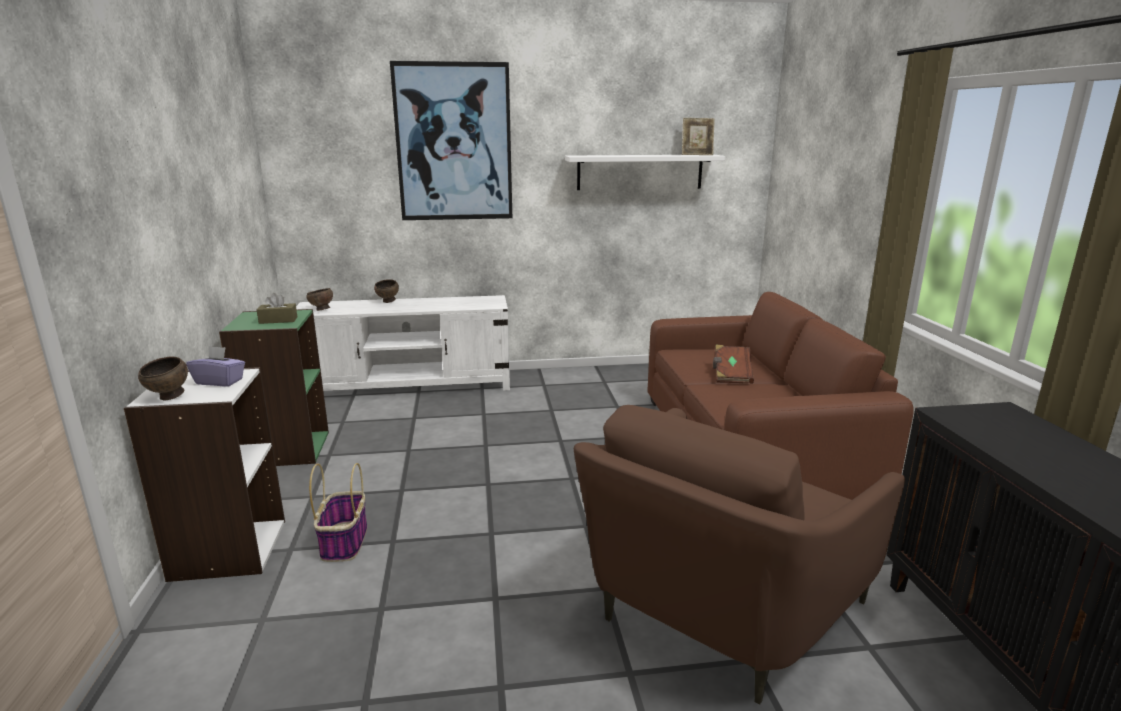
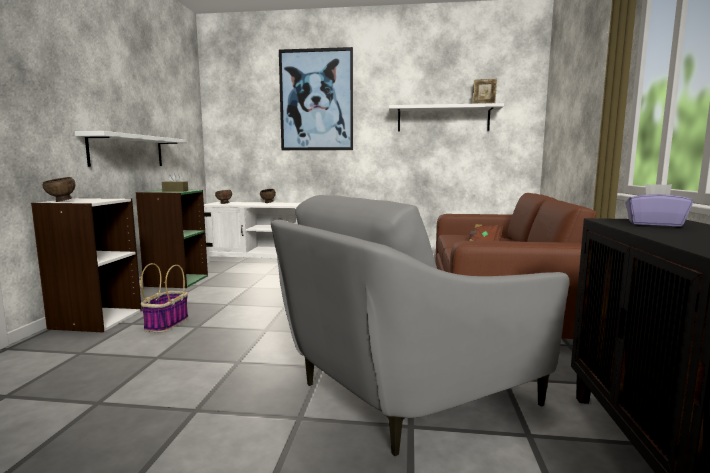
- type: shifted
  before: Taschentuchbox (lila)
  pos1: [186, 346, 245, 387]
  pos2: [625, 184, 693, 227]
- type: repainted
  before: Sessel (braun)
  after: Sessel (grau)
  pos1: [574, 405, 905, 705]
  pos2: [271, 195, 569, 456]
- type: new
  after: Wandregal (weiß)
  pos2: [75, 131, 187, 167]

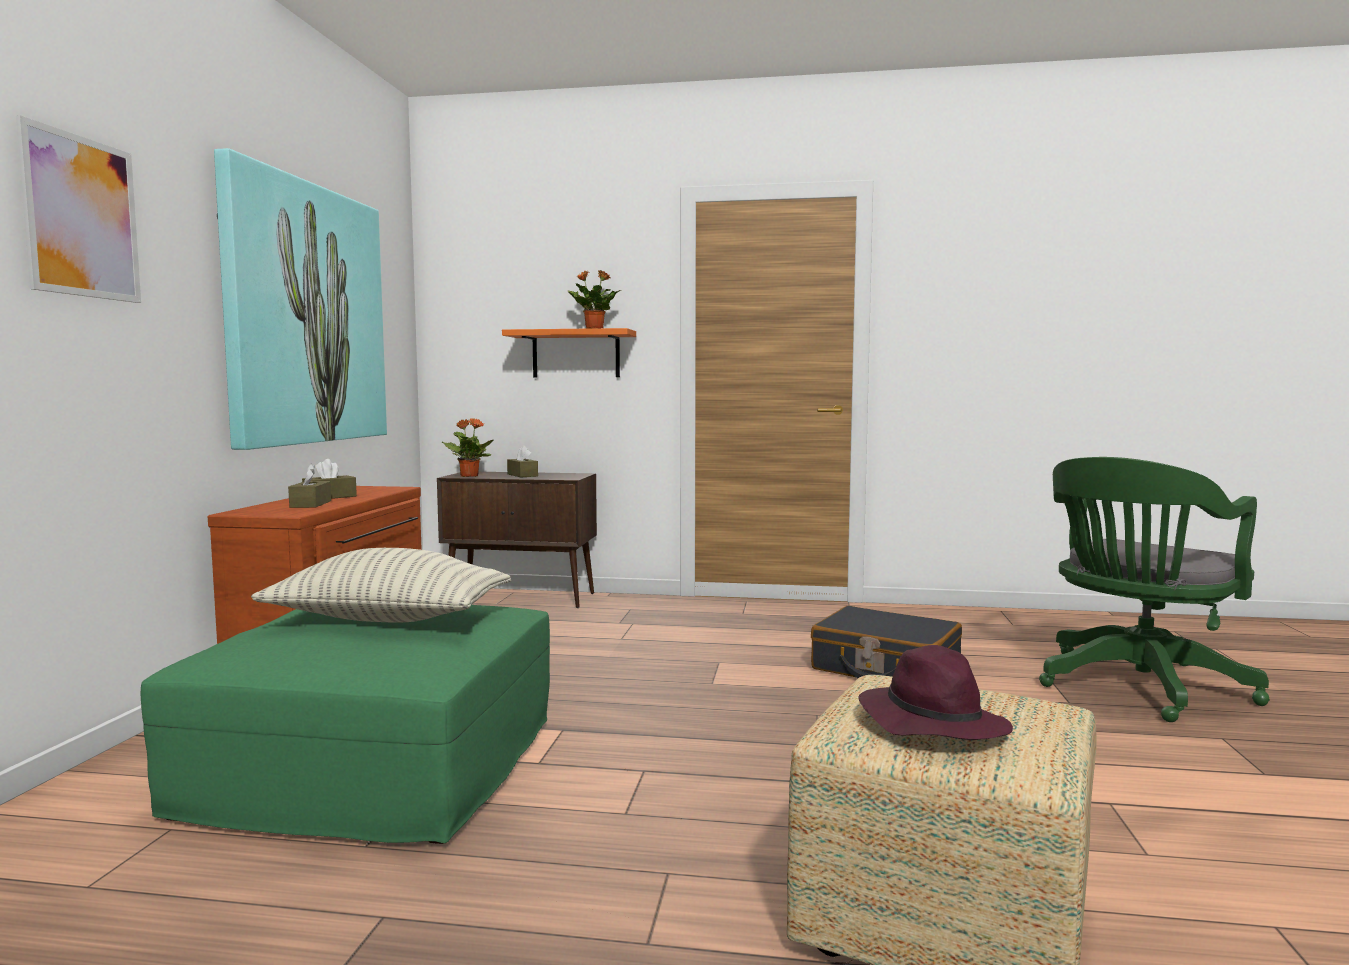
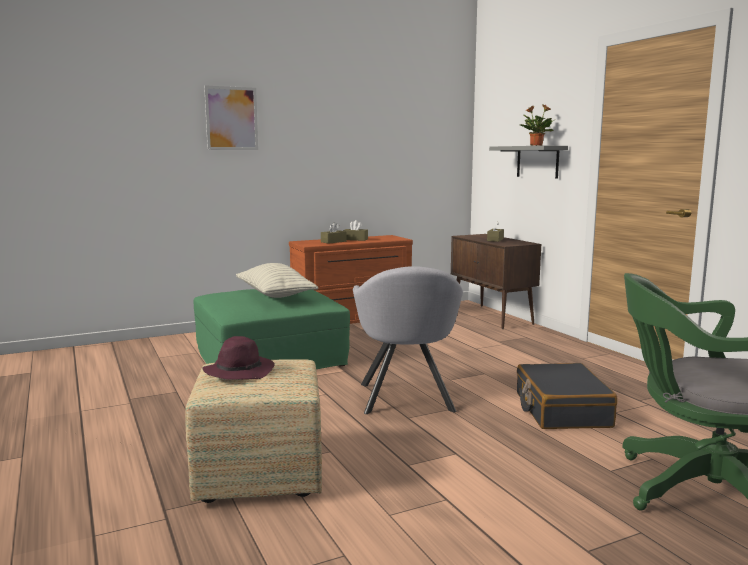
- type: gone
  before: Bild
  pos1: [214, 148, 387, 450]
- type: repainted
  before: Wandregal (orange)
  after: Wandregal (grau)
  pos1: [502, 328, 636, 378]
  pos2: [489, 146, 568, 179]
- type: gone
  before: Topfpflanze
  pos1: [442, 418, 493, 477]
- type: new
  after: Sessel (grau)
  pos2: [353, 266, 463, 414]

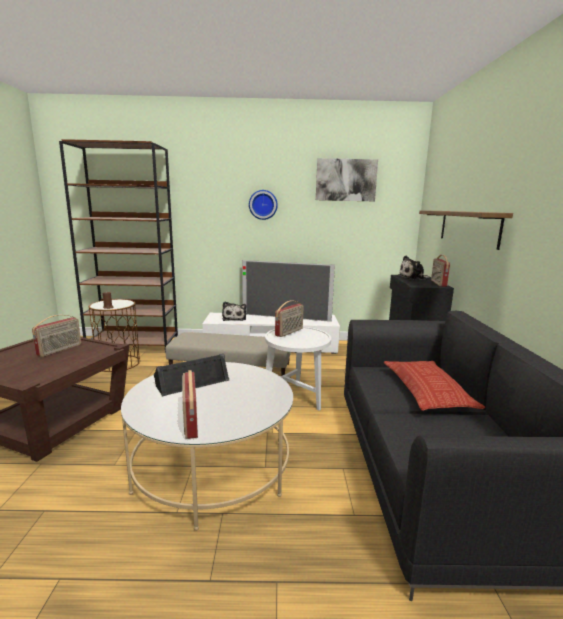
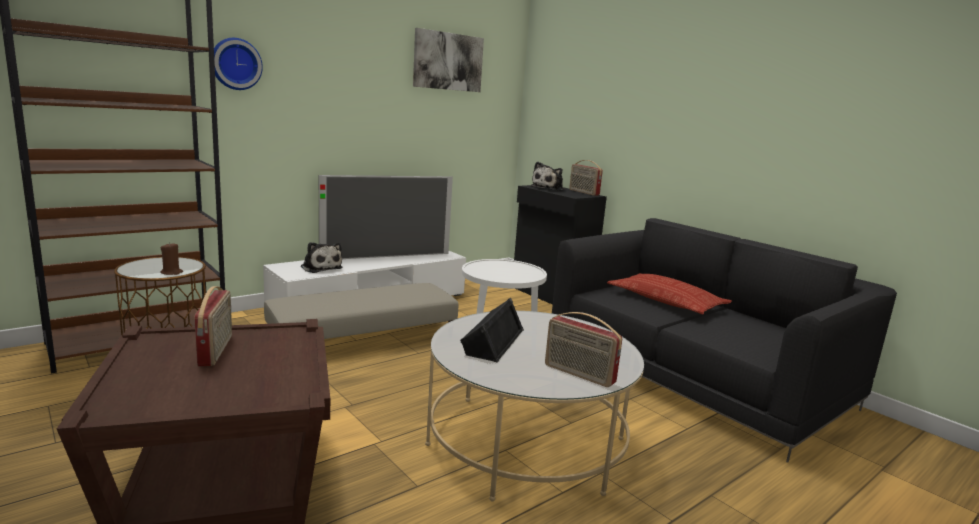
- type: shifted
  before: Wanduhr
  pos1: [249, 190, 278, 220]
  pos2: [214, 38, 263, 90]
- type: gone
  before: Wandregal
  pos1: [419, 210, 513, 250]
- type: gone
  before: Radio
  pos1: [275, 300, 304, 337]

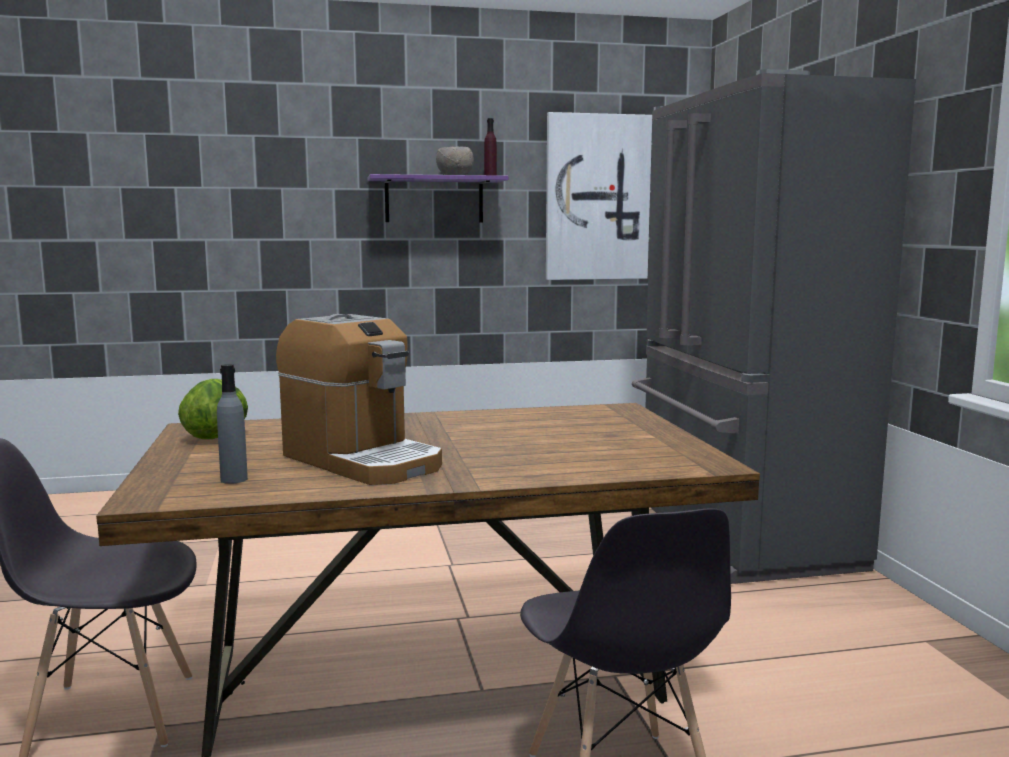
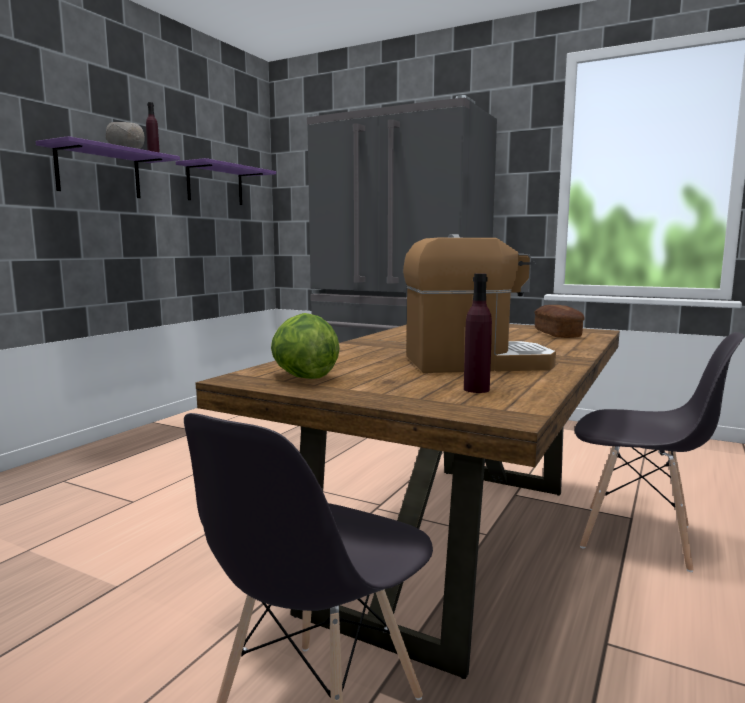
- type: swapped
  before: Bild
  after: Wandregal (lila)
  pos1: [546, 112, 652, 280]
  pos2: [176, 158, 276, 205]
- type: repainted
  before: Flasche (grau)
  after: Flasche (lila)
  pos1: [217, 364, 248, 484]
  pos2: [464, 273, 492, 393]
- type: new
  after: Brot
  pos2: [534, 305, 585, 338]

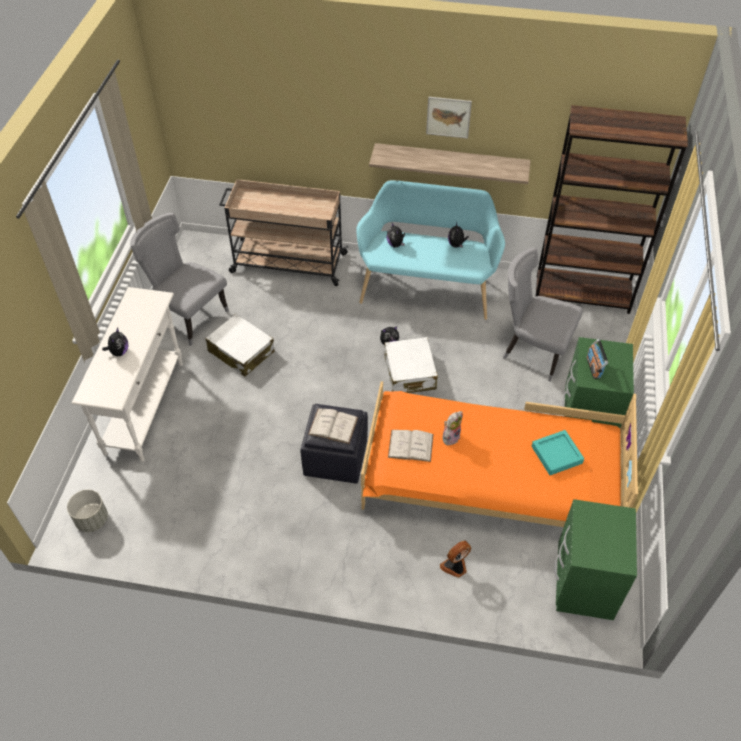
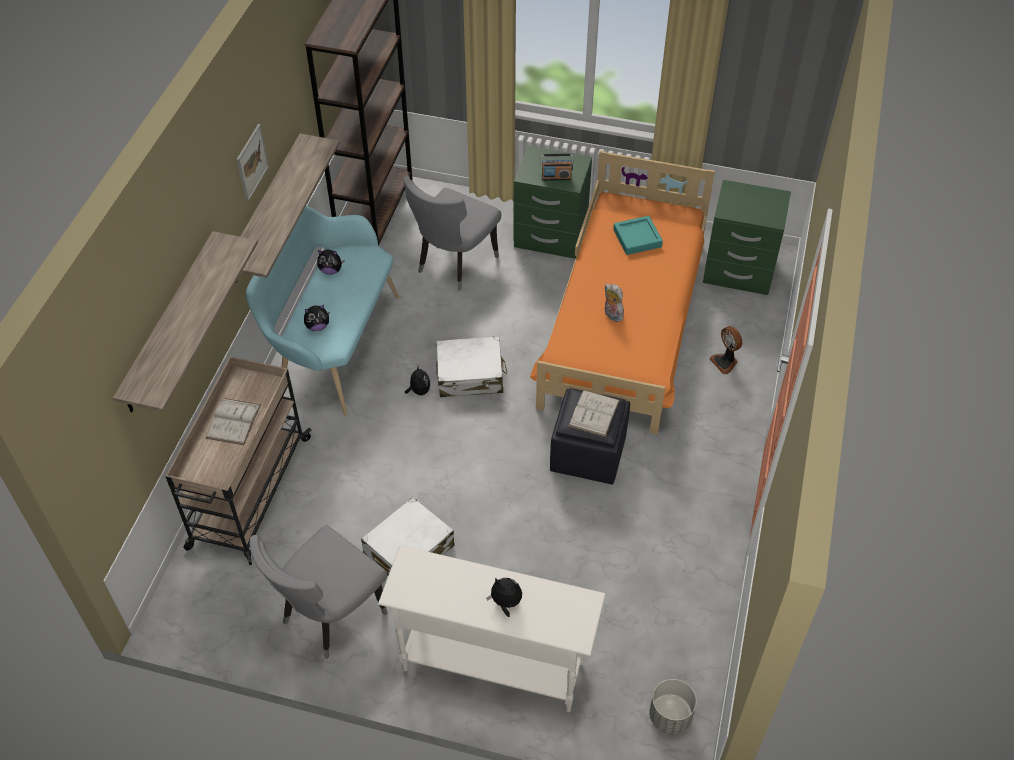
- type: shifted
  before: Buch (weiß)
  pos1: [388, 430, 434, 462]
  pos2: [206, 398, 261, 445]
- type: new
  after: Wandregal
  pos2: [113, 231, 258, 412]

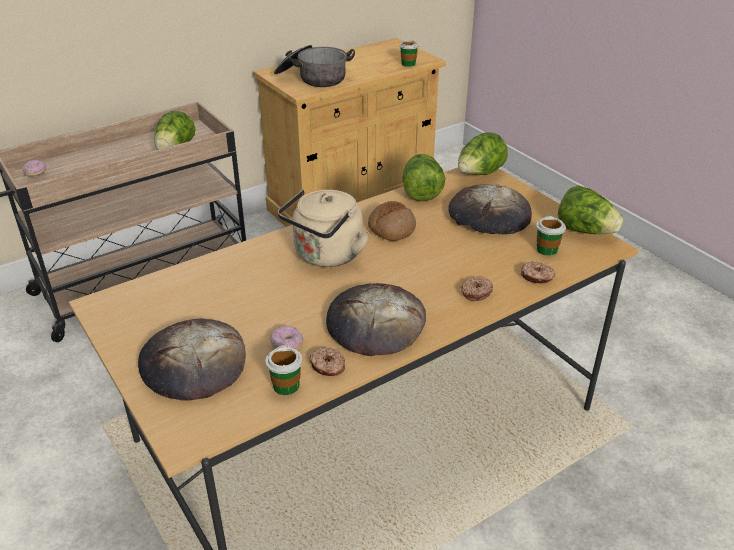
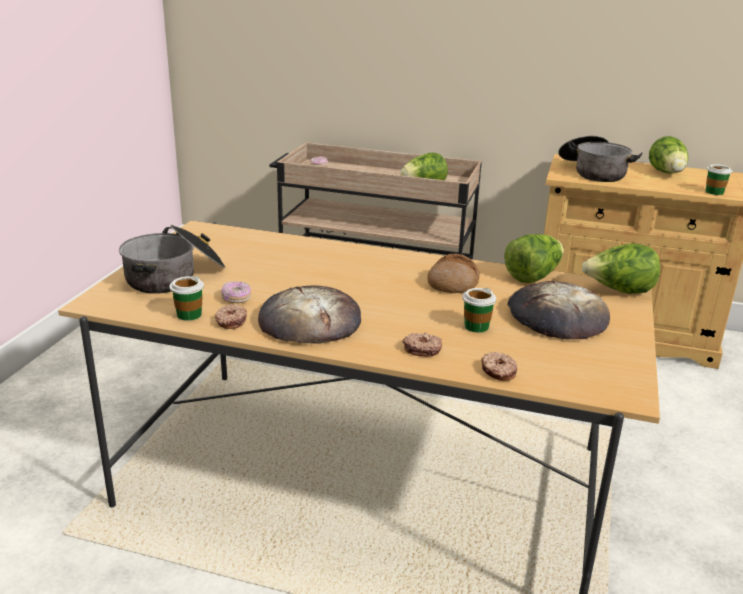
- type: shifted
  before: Salatkopf
  pos1: [558, 185, 623, 234]
  pos2: [649, 136, 688, 174]
- type: gone
  before: Wasserkessel (beige)
  pos1: [278, 189, 369, 267]
- type: shifted
  before: Tasse
  pos1: [536, 216, 566, 256]
  pos2: [462, 288, 496, 333]
- type: swapped
  before: Brot
  after: Kochtopf
  pos1: [138, 318, 246, 401]
  pos2: [119, 225, 225, 294]

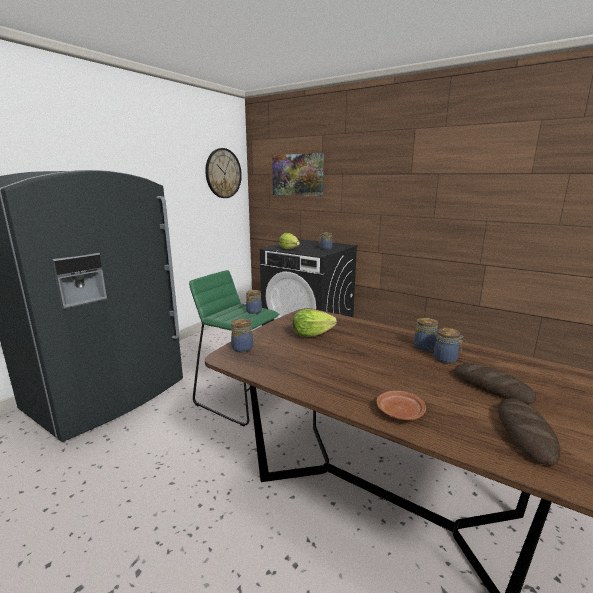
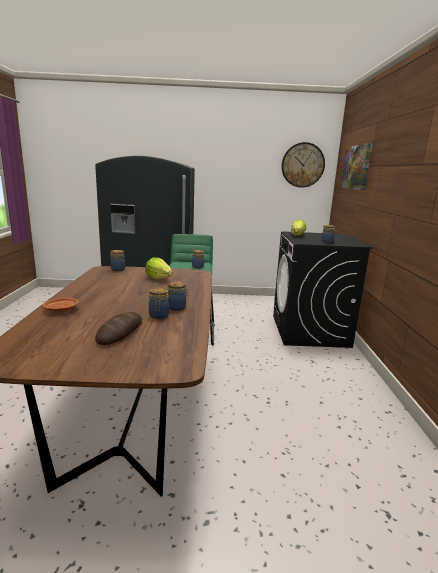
- type: gone
  before: Brot
  pos1: [498, 398, 561, 465]

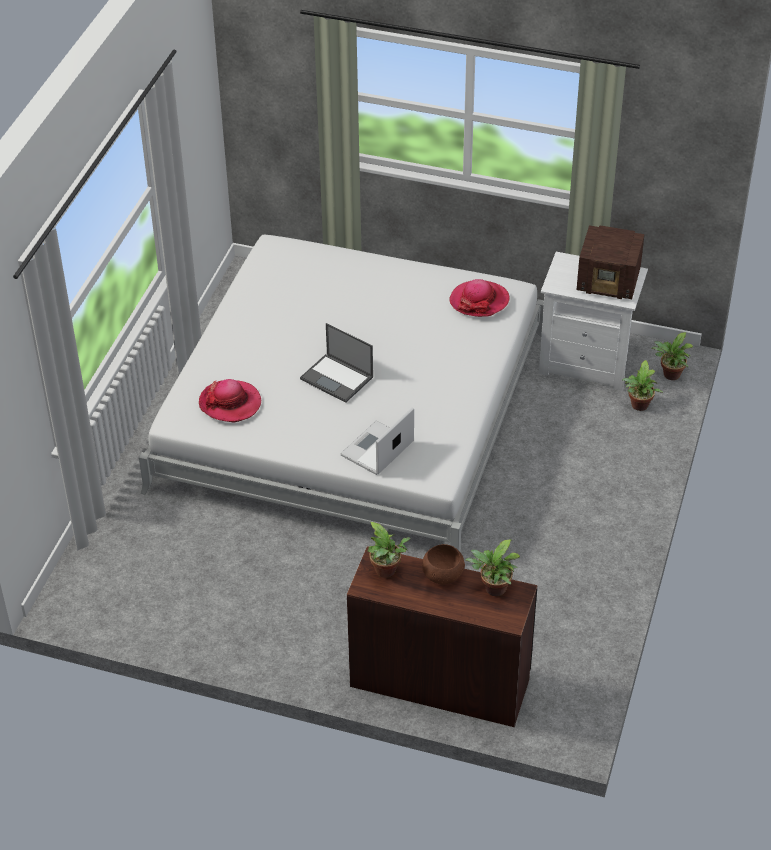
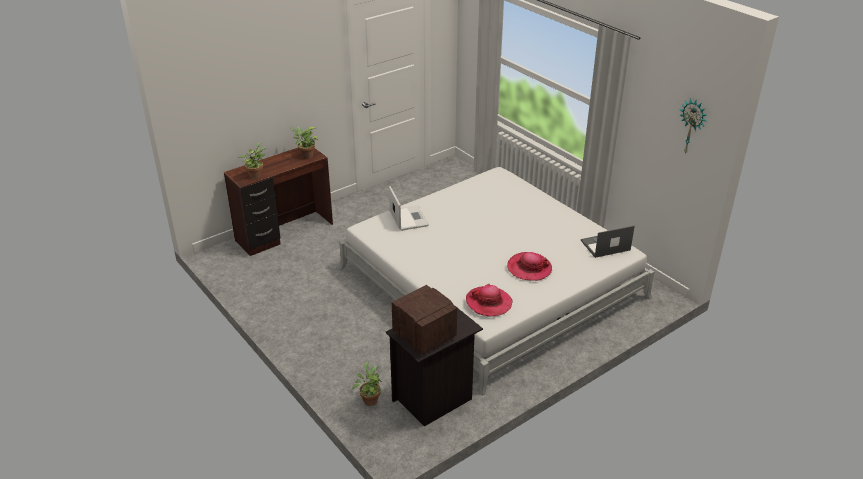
- type: rotated
  before: Radio
  pos1: [577, 225, 645, 299]
  pos2: [392, 285, 457, 355]
  turn: 90
- type: repainted
  before: Nachttisch (weiß)
  after: Nachttisch (schwarz)
  pos1: [539, 252, 648, 391]
  pos2: [386, 304, 483, 427]
- type: shifted
  before: Laptop
  pos1: [300, 323, 373, 403]
  pos2: [581, 226, 635, 258]
- type: gone
  before: Topfpflanze
  pos1: [651, 332, 693, 380]
- type: shifted
  before: Hut
  pos1: [199, 379, 261, 423]
  pos2: [507, 252, 552, 281]
- type: gone
  before: Schüssel (braun)
  pos1: [422, 544, 465, 585]
- type: new
  after: Wanduhr
  pos2: [679, 99, 706, 154]

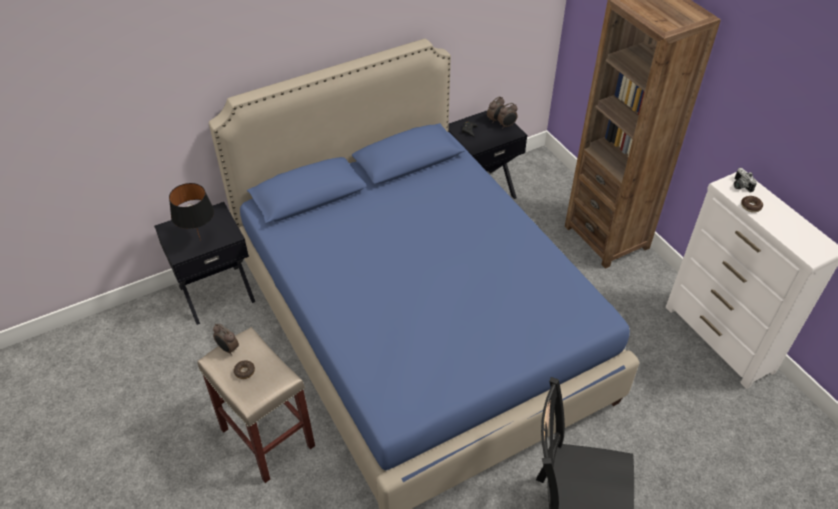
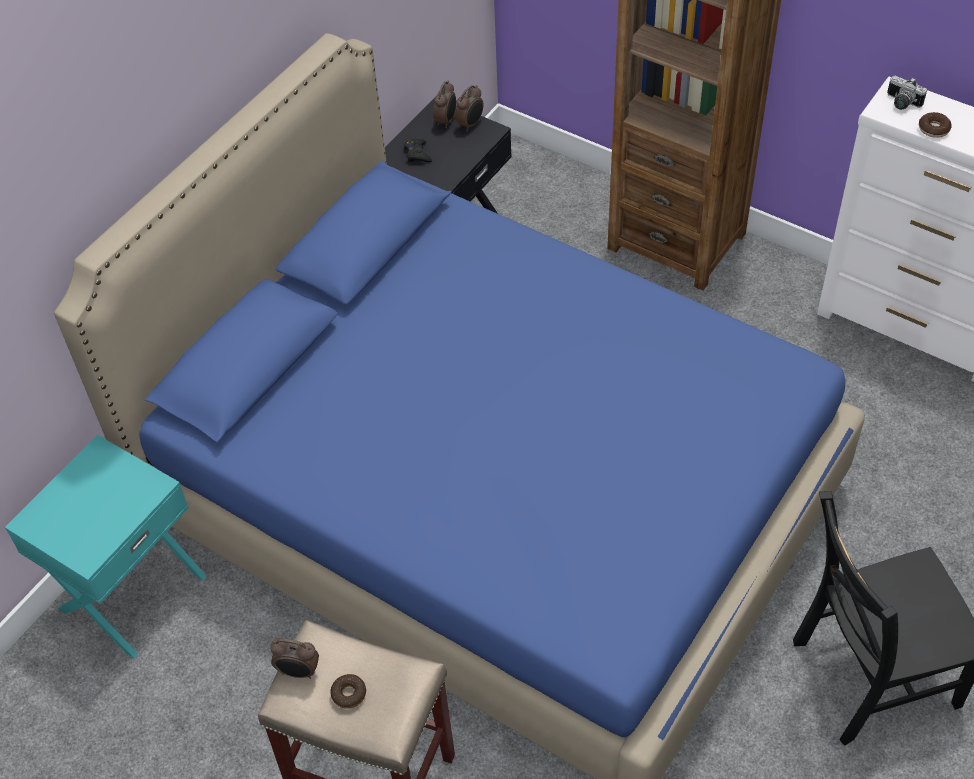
- type: gone
  before: Tischlampe (schwarz)
  pos1: [169, 183, 214, 241]
- type: repainted
  before: Nachttisch (schwarz)
  after: Nachttisch (türkis)
  pos1: [154, 202, 255, 325]
  pos2: [5, 435, 207, 658]

